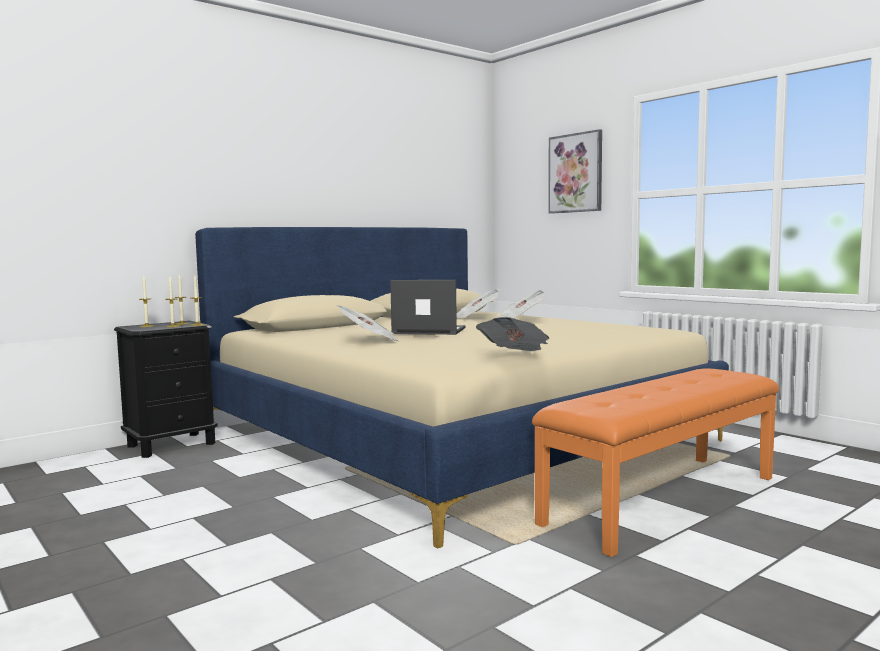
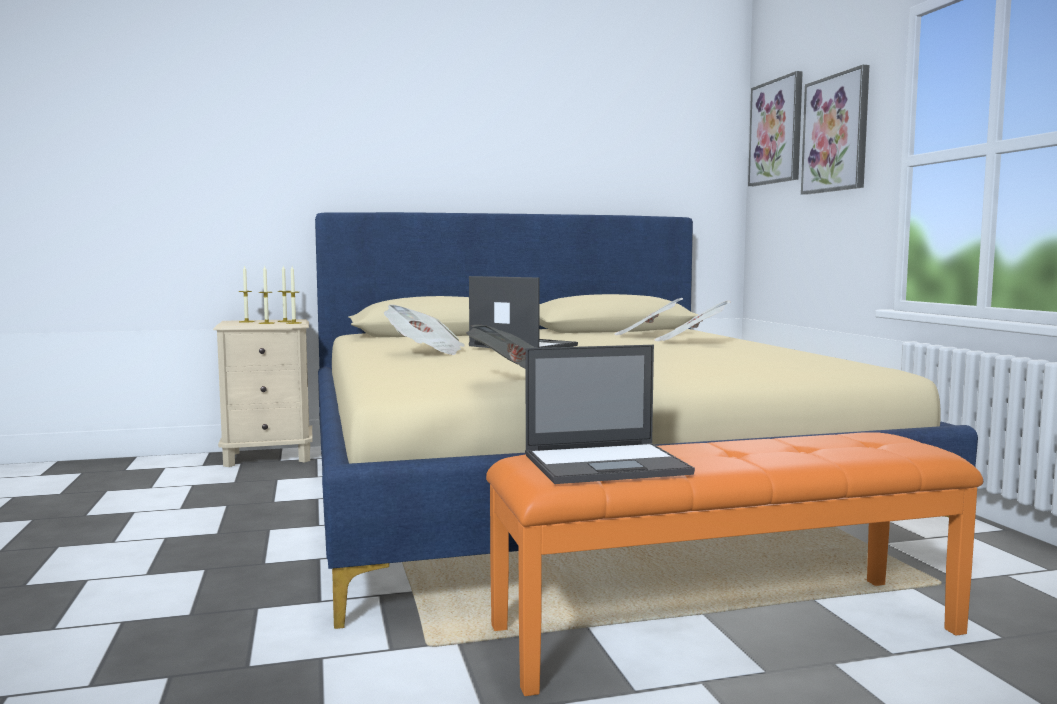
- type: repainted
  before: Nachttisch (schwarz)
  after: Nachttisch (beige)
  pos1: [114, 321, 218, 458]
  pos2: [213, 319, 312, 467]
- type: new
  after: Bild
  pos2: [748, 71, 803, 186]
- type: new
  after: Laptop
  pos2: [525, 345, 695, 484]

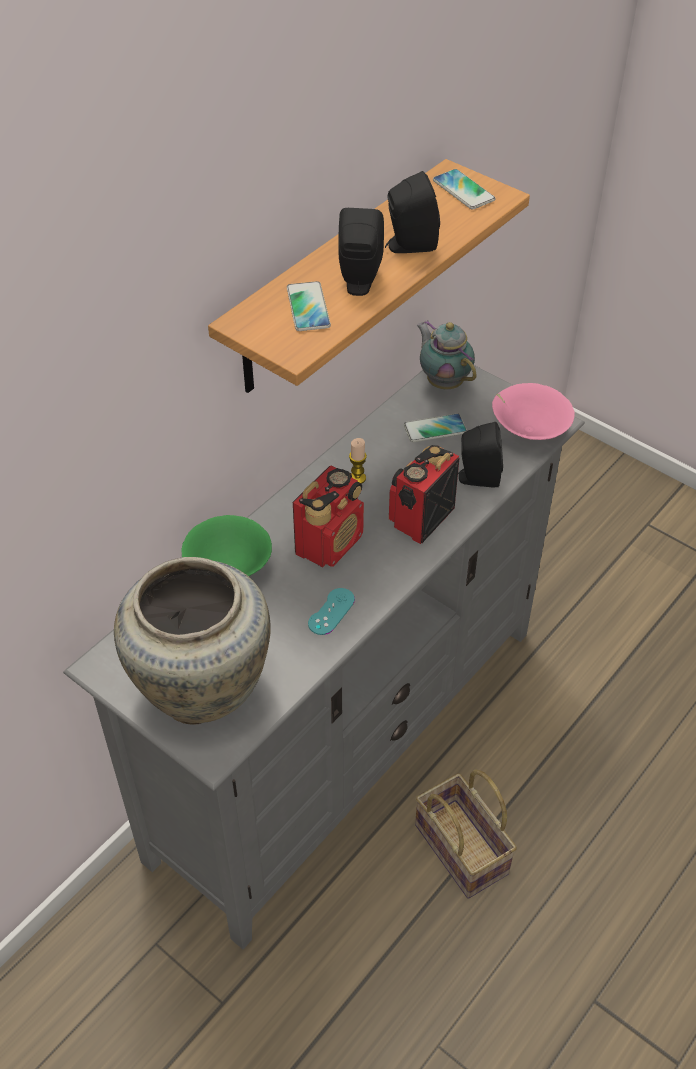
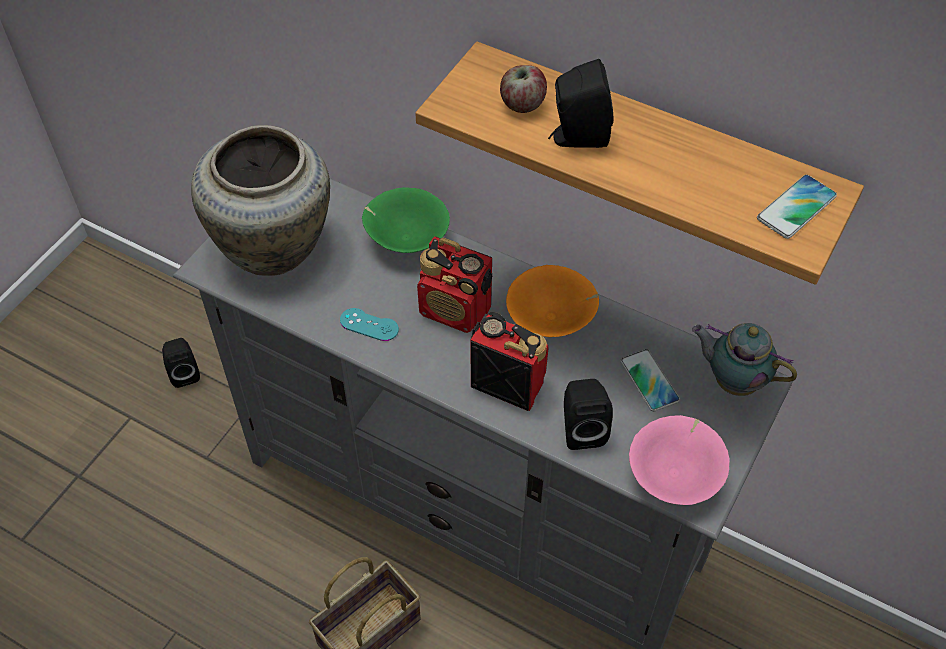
- type: shifted
  before: Lautsprecher (schwarz)
  pos1: [385, 171, 440, 253]
  pos2: [162, 338, 200, 388]
- type: swapped
  before: Handy
  after: Apfel
  pos1: [287, 281, 331, 331]
  pos2: [500, 65, 547, 113]
- type: rotated
  before: Teekanne
  pos1: [417, 320, 477, 389]
  pos2: [692, 323, 797, 396]
  turn: -105
- type: swapped
  before: Kerze
  after: Schüssel (orange)
  pos1: [349, 438, 367, 484]
  pos2: [506, 265, 599, 337]

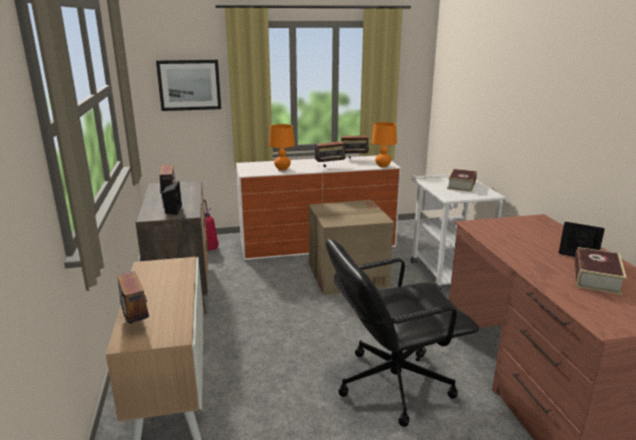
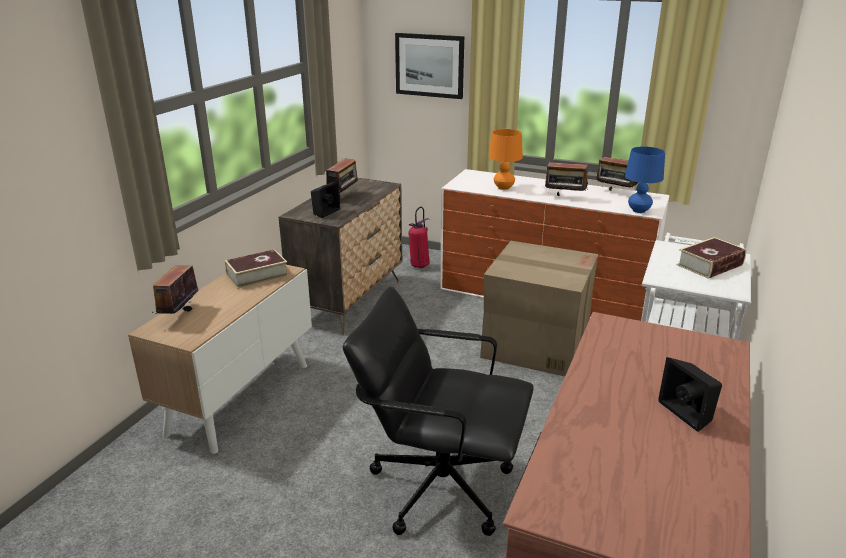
- type: repainted
  before: Tischlampe (orange)
  after: Tischlampe (blau)
  pos1: [371, 122, 397, 167]
  pos2: [625, 146, 665, 213]
- type: shifted
  before: Buch
  pos1: [575, 247, 627, 295]
  pos2: [225, 249, 289, 289]

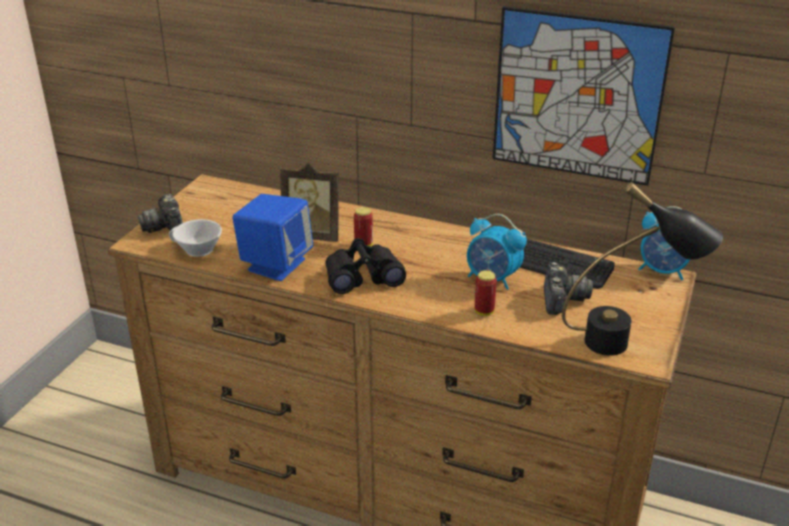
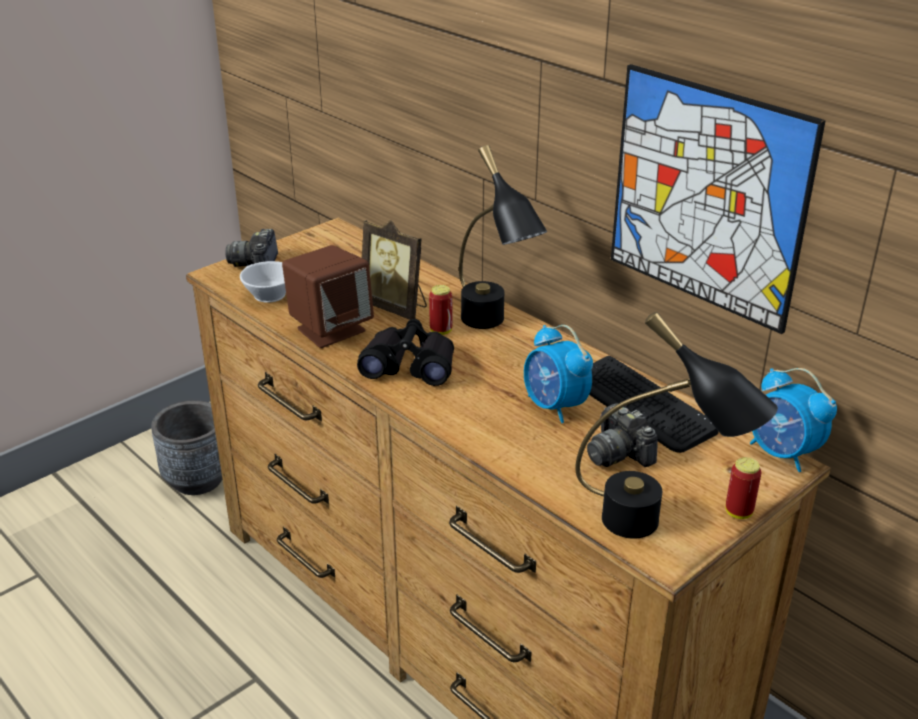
- type: repainted
  before: Lautsprecher (blau)
  after: Lautsprecher (braun)
  pos1: [232, 194, 313, 281]
  pos2: [282, 245, 374, 348]
- type: rotated
  before: Kamera
  pos1: [544, 262, 593, 315]
  pos2: [587, 403, 658, 467]
  turn: 120
- type: shifted
  before: Dose
  pos1: [475, 270, 497, 316]
  pos2: [725, 457, 761, 519]
- type: new
  after: Tischlampe (schwarz)
  pos2: [459, 145, 547, 329]
- type: new
  after: Pflanzkübel (grau)
  pos2: [151, 401, 222, 495]

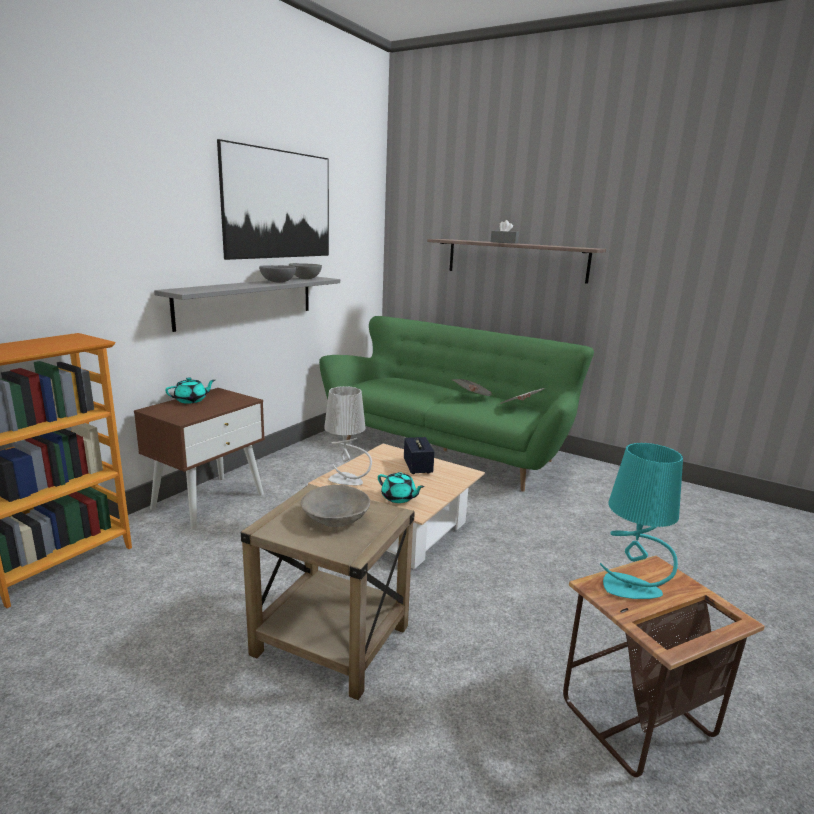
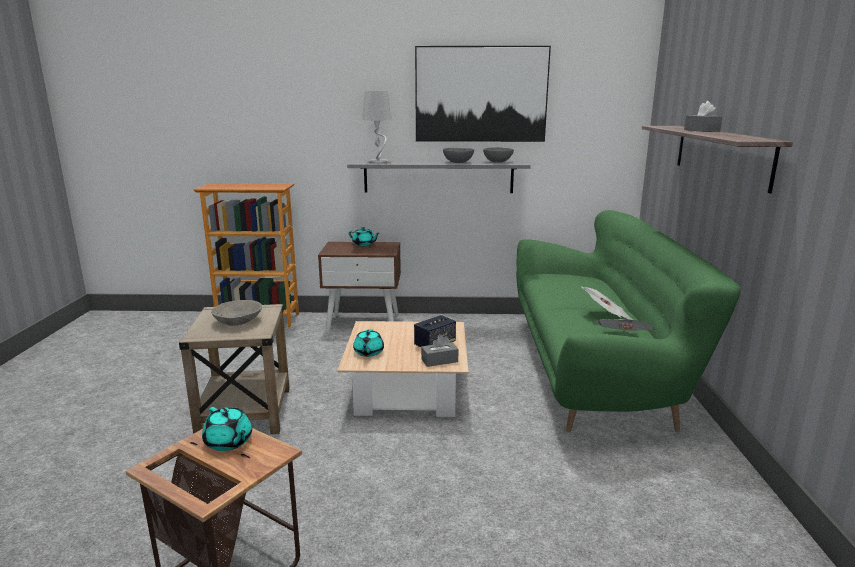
- type: shifted
  before: Tischlampe (grau)
  pos1: [324, 386, 372, 485]
  pos2: [362, 91, 392, 163]
- type: swapped
  before: Tischlampe (türkis)
  after: Teekanne (türkis)
  pos1: [600, 443, 683, 599]
  pos2: [202, 407, 252, 451]
- type: new
  after: Taschentuchbox (grau)
  pos2: [421, 335, 458, 367]

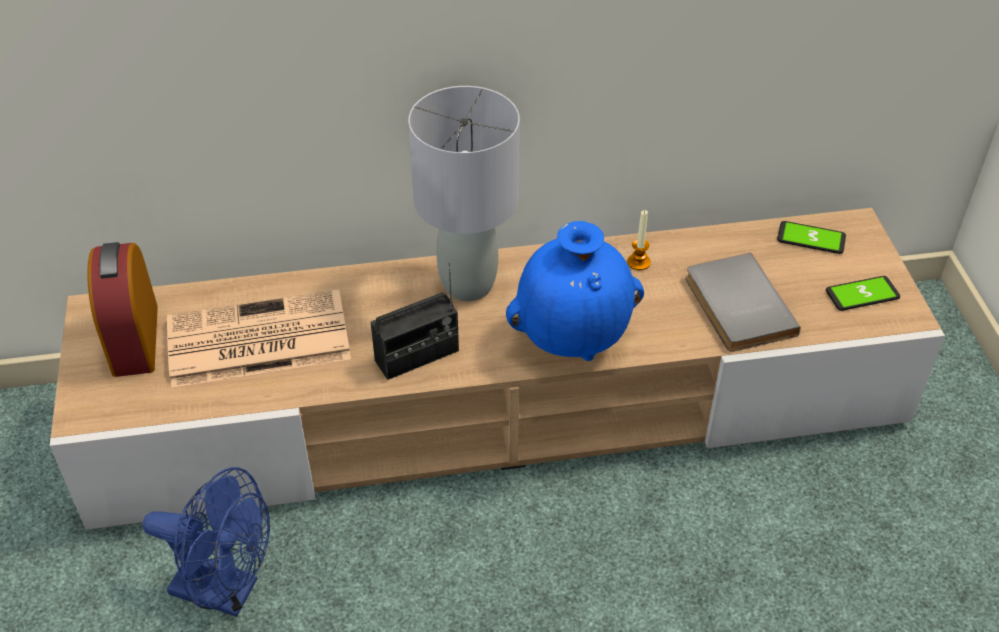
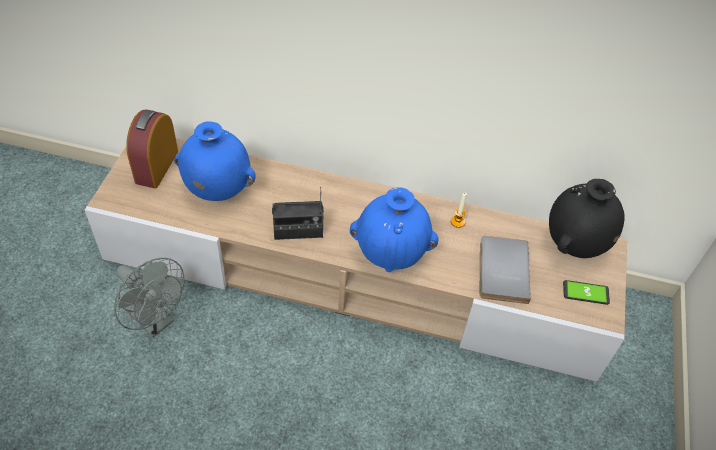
- type: gone
  before: Tischlampe (grau)
  pos1: [408, 86, 520, 301]
- type: swapped
  before: Handy
  after: Vase (schwarz)
  pos1: [777, 221, 846, 254]
  pos2: [549, 179, 625, 258]
- type: swapped
  before: Zeitung
  after: Vase (blau)
  pos1: [167, 289, 351, 388]
  pos2: [174, 121, 256, 201]
- type: repainted
  before: Ventilator (blau)
  after: Ventilator (grau)
  pos1: [143, 467, 270, 617]
  pos2: [114, 258, 184, 338]

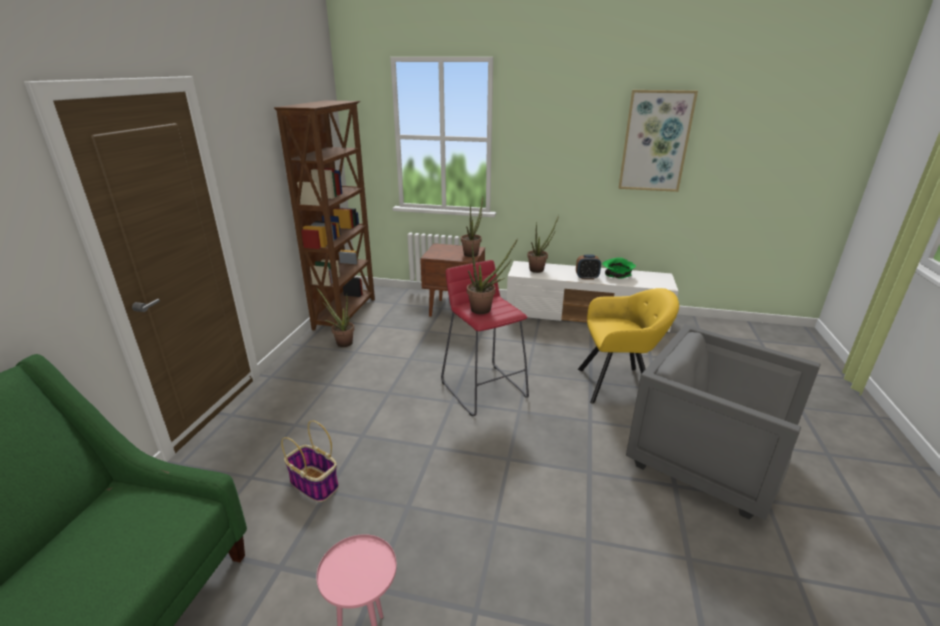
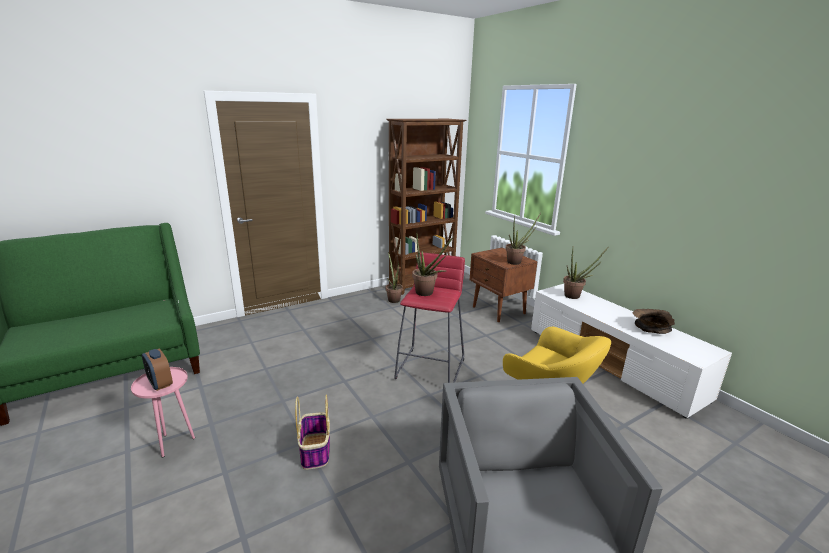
- type: gone
  before: Bild
  pos1: [618, 90, 698, 192]
- type: shifted
  before: Wecker
  pos1: [576, 254, 601, 279]
  pos2: [142, 348, 173, 391]
- type: repainted
  before: Schüssel (grün)
  after: Schüssel (braun)
  pos1: [602, 257, 636, 279]
  pos2: [632, 309, 675, 334]
- type: shifted
  before: Korb
  pos1: [281, 420, 339, 502]
  pos2: [295, 395, 330, 470]

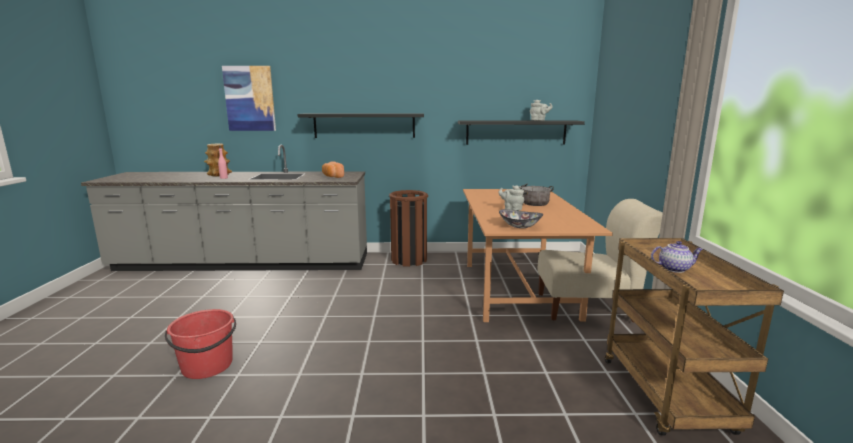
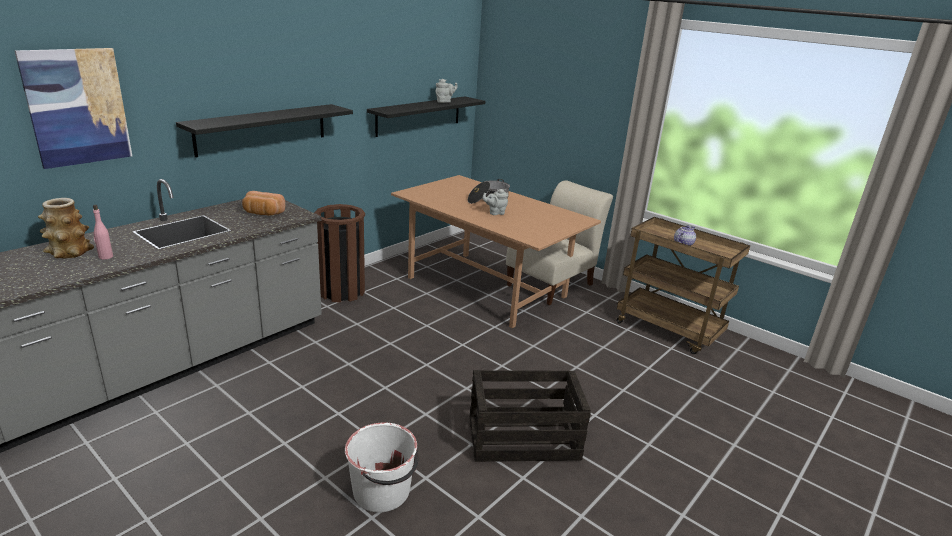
- type: gone
  before: Schüssel
  pos1: [499, 209, 543, 228]
- type: repainted
  before: Eimer (rot)
  after: Eimer (weiß)
  pos1: [165, 309, 236, 379]
  pos2: [345, 423, 418, 512]
- type: new
  after: Kiste
  pos2: [470, 370, 591, 462]

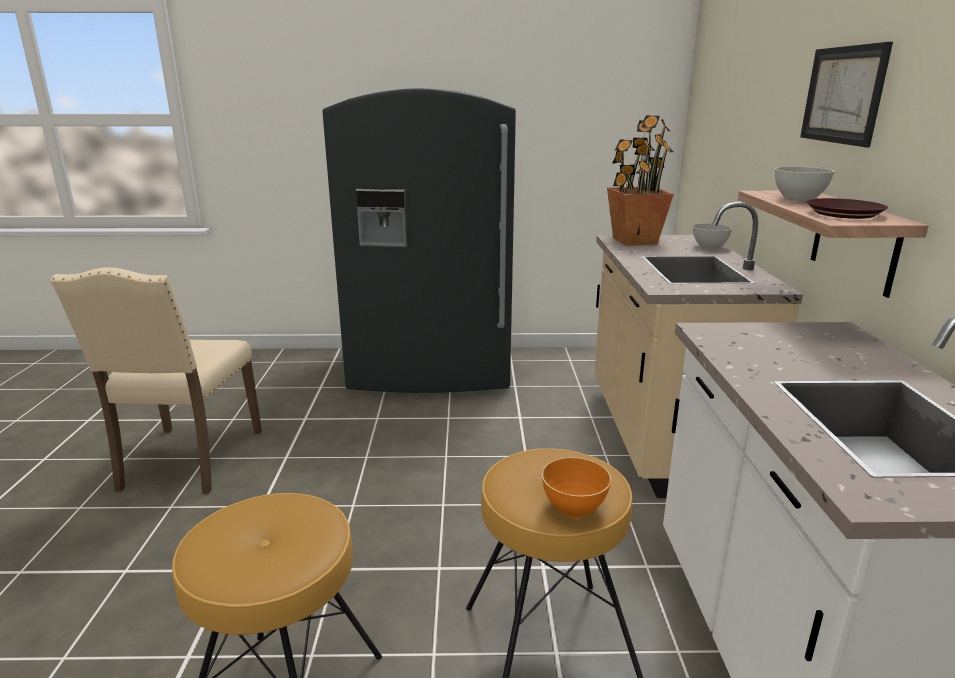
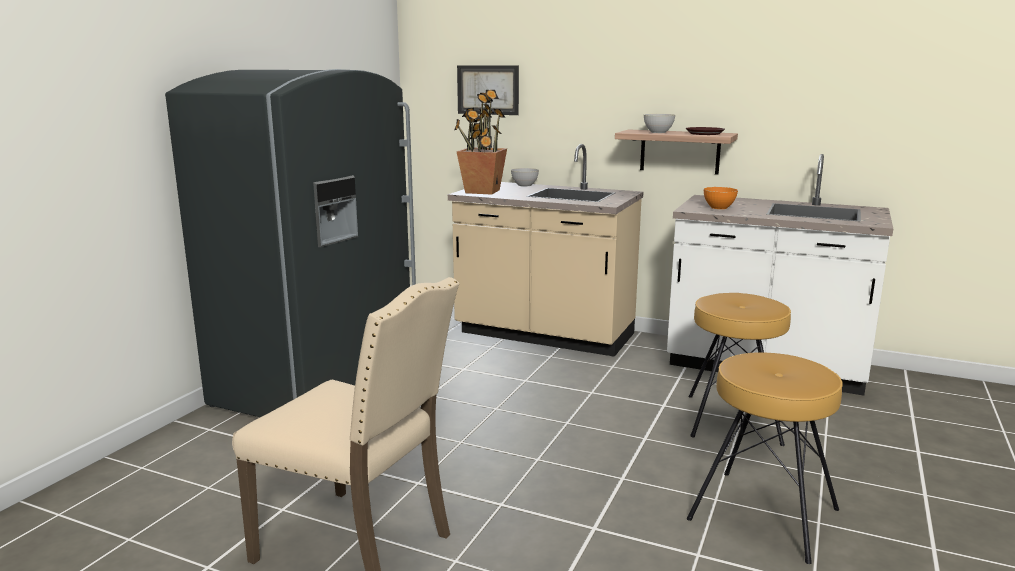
- type: shifted
  before: Bild
  pos1: [800, 42, 893, 147]
  pos2: [457, 65, 519, 115]
- type: shifted
  before: Schüssel (orange)
  pos1: [542, 457, 611, 517]
  pos2: [703, 187, 738, 209]

